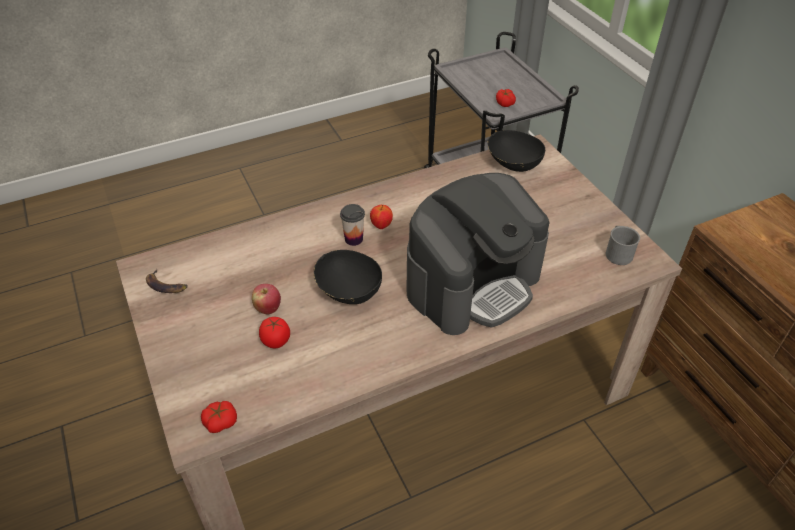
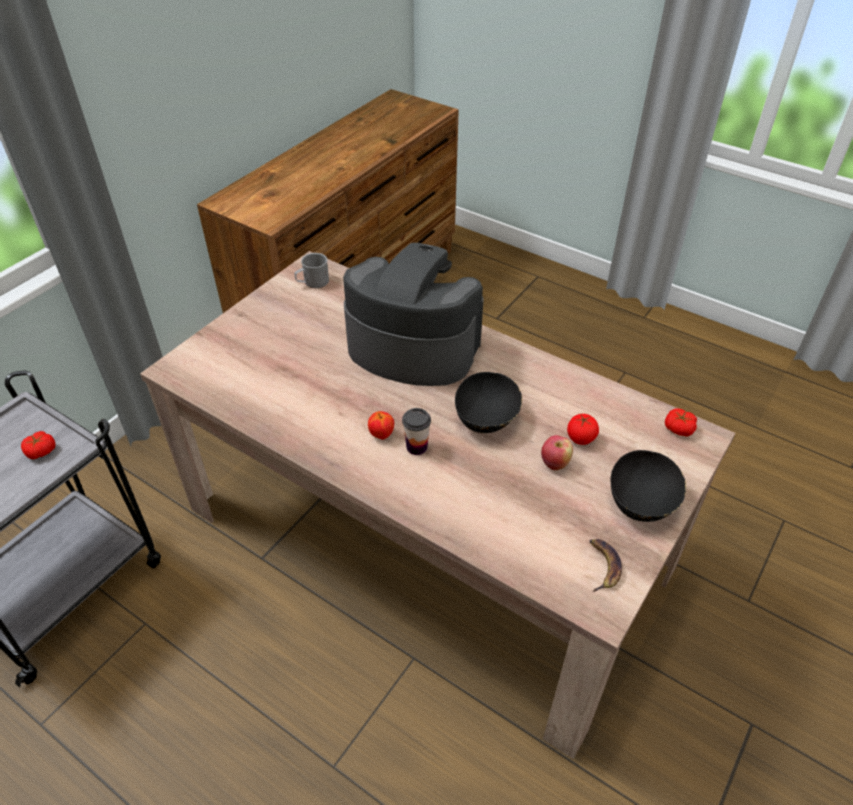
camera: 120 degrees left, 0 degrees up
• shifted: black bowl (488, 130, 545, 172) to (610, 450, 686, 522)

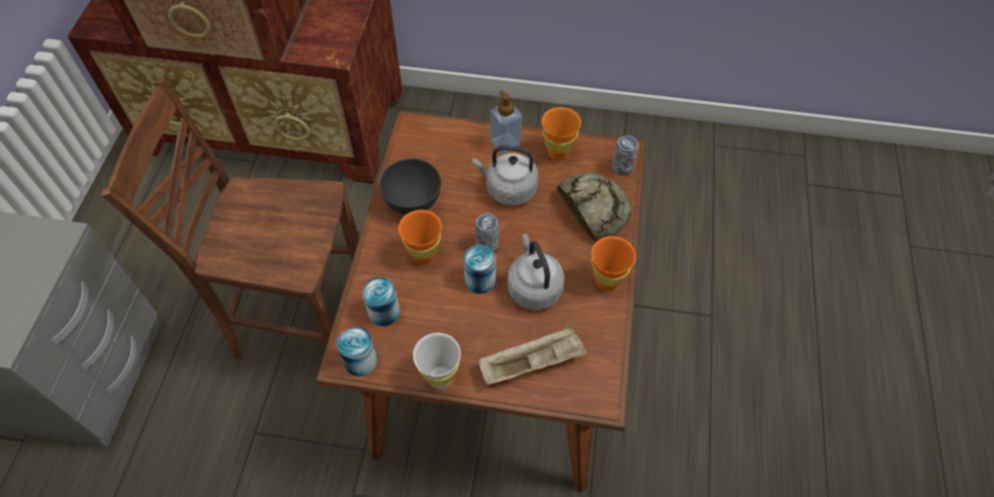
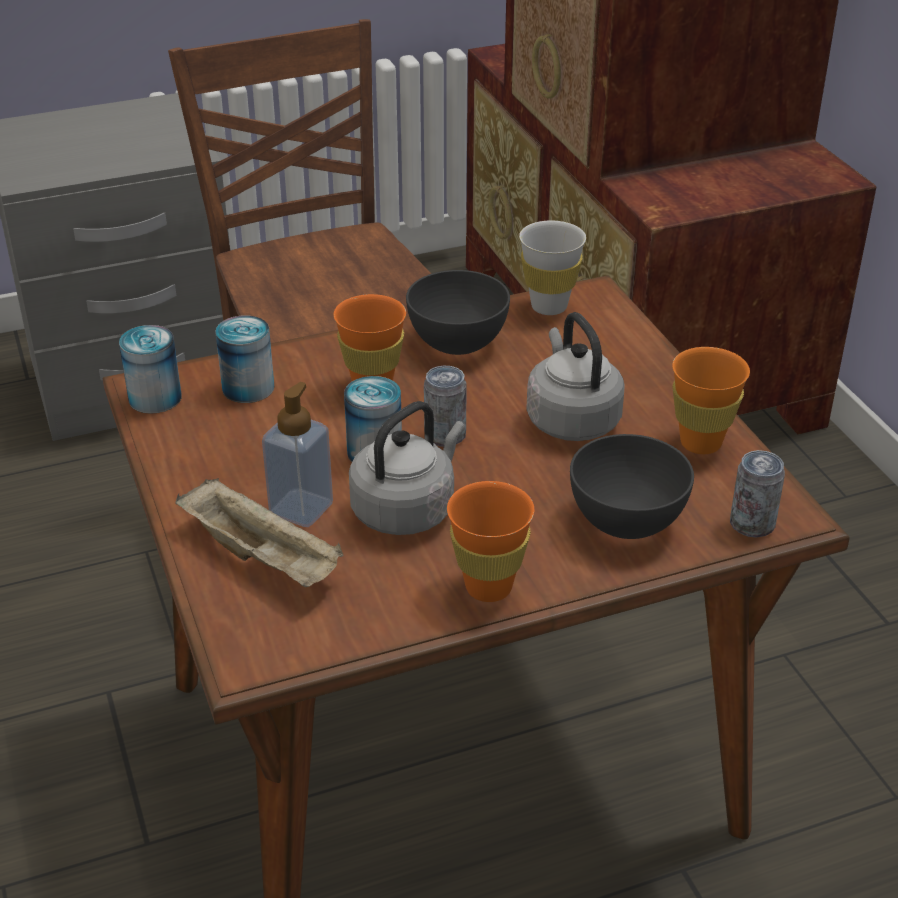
camera: 60 degrees right, 20 degrees down
• shifted: soap dispenser (490, 90, 522, 155) to (262, 382, 333, 527)
• swapped: bread (557, 173, 631, 242) to grey bowl (570, 434, 694, 539)
• shifted: white cup (413, 333, 461, 389) to (519, 221, 586, 315)

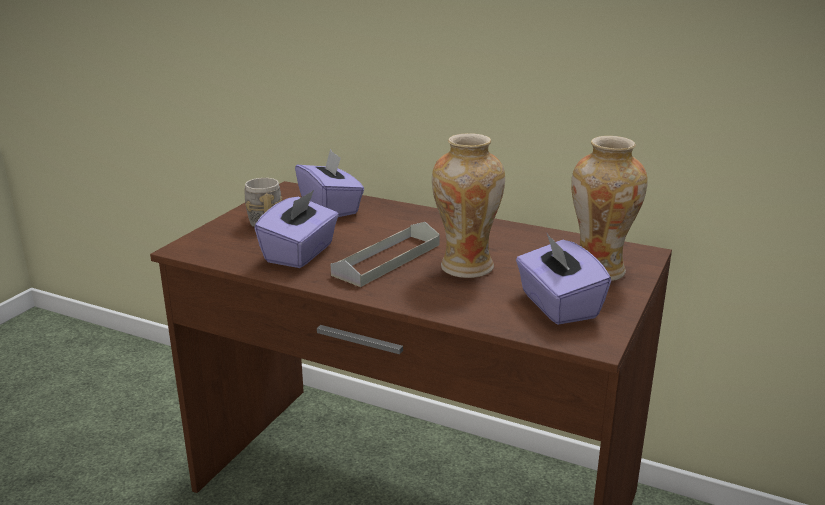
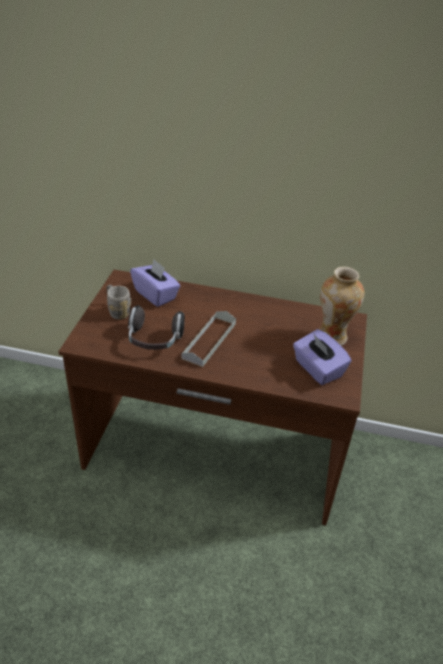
camera: 15 degrees left, 15 degrees up
• gone: vase (432, 133, 505, 278)
• swapped: purple tissue box (254, 190, 339, 268) to headphones (128, 306, 185, 350)

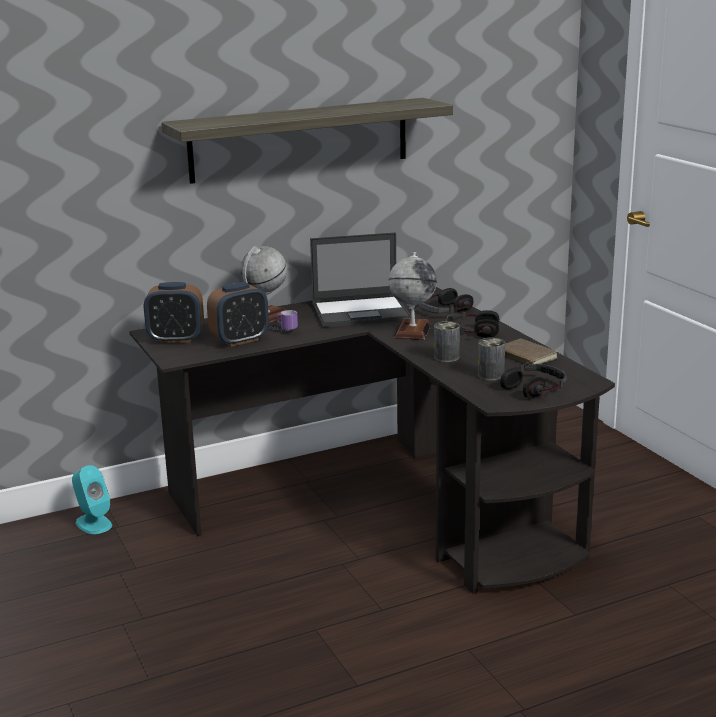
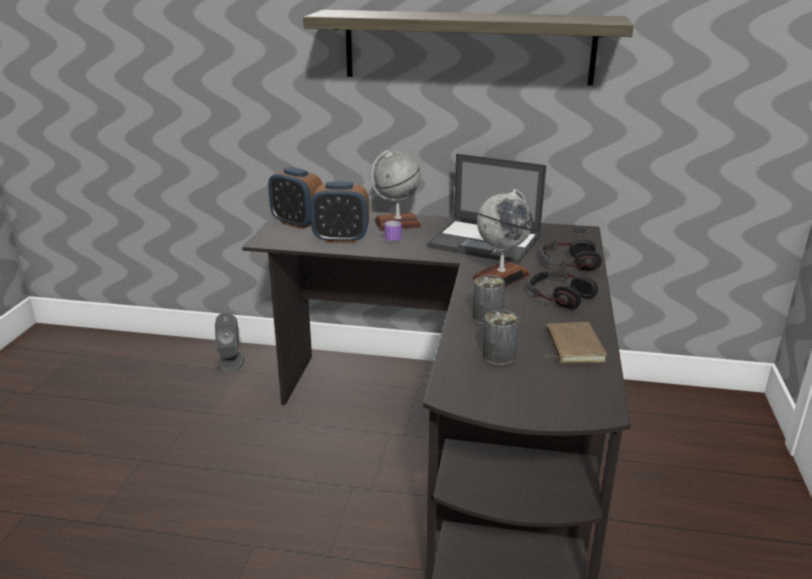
camera: 35 degrees right, 5 degrees up
• gone: headphones (500, 364, 567, 399)
• repainted: turquoise speaker (72, 465, 112, 534) to grey speaker (215, 312, 244, 372)

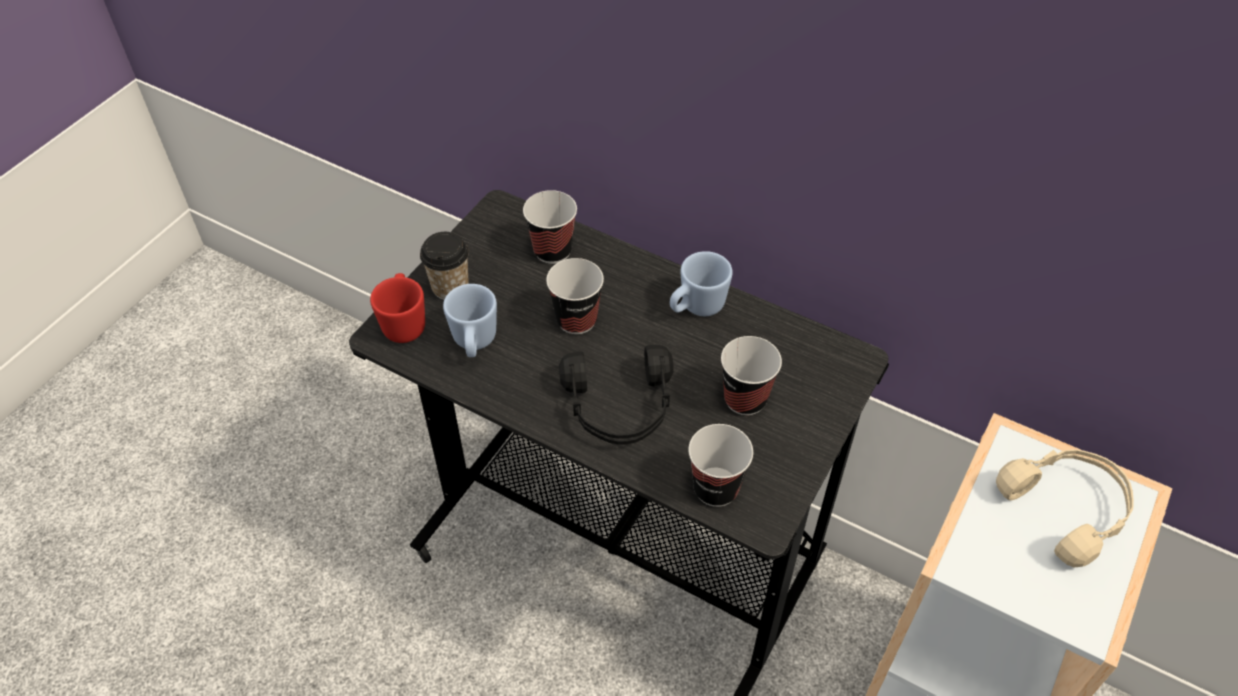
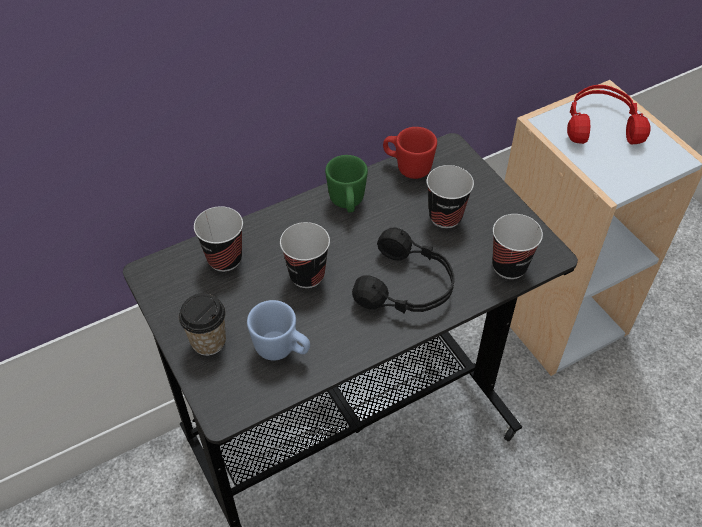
camera: 60 degrees left, 0 degrees up
• repainted: blue mug (670, 251, 732, 316) to green mug (325, 155, 368, 213)
• shifted: red mug (370, 273, 425, 343) to (383, 127, 437, 179)
• repainted: beige headphones (996, 449, 1134, 568) to red headphones (567, 85, 651, 145)

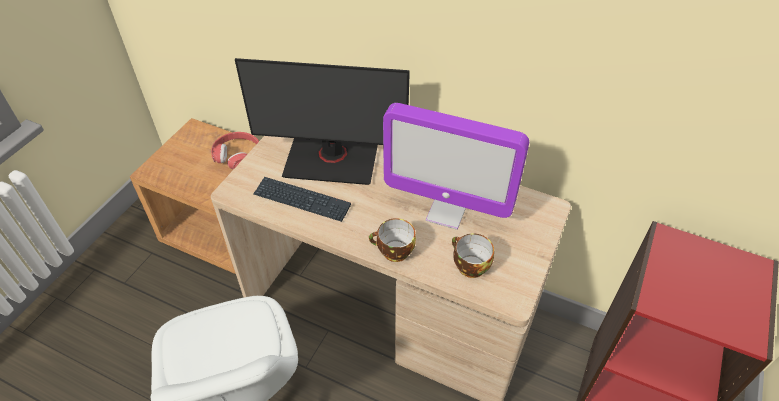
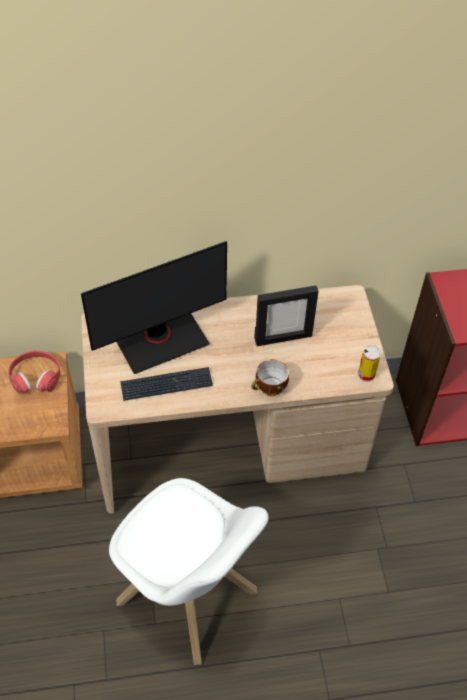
camera: 35 degrees left, 5 degrees up
• swapped: monitor (383, 103, 529, 230) to picture frame (254, 285, 319, 346)
• gone: cup (452, 233, 494, 278)
• new: can (358, 345, 381, 382)

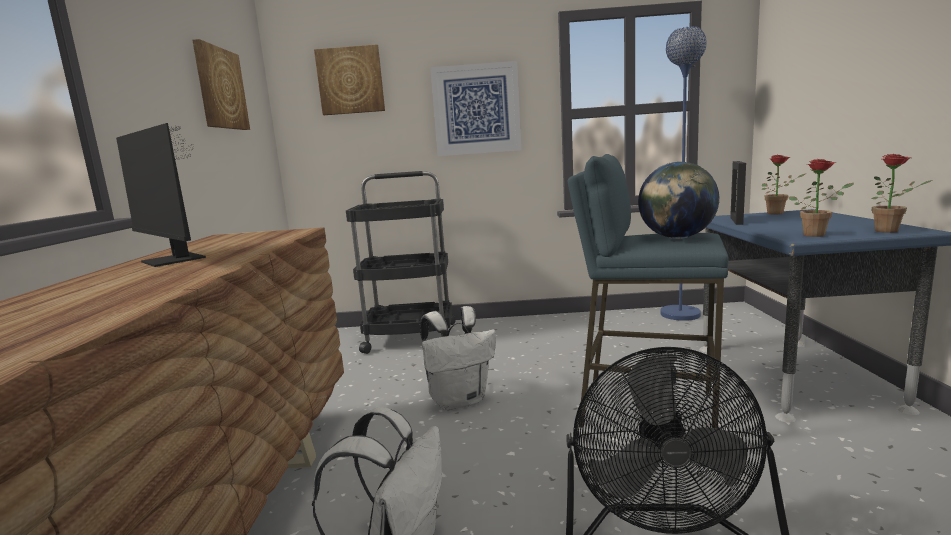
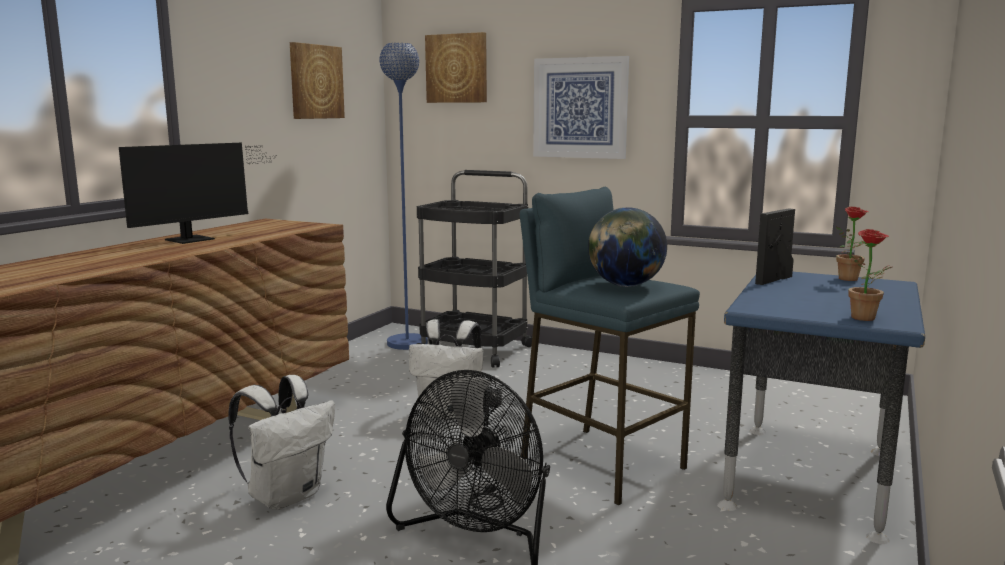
camera: 25 degrees right, 0 degrees up
• shifted: blue floor lamp (660, 26, 707, 321) to (379, 43, 428, 350)
• rotated: monitor (116, 123, 206, 267) = (119, 143, 275, 244) 120 degrees counterclockwise
• gone: potted plant (789, 159, 854, 237)

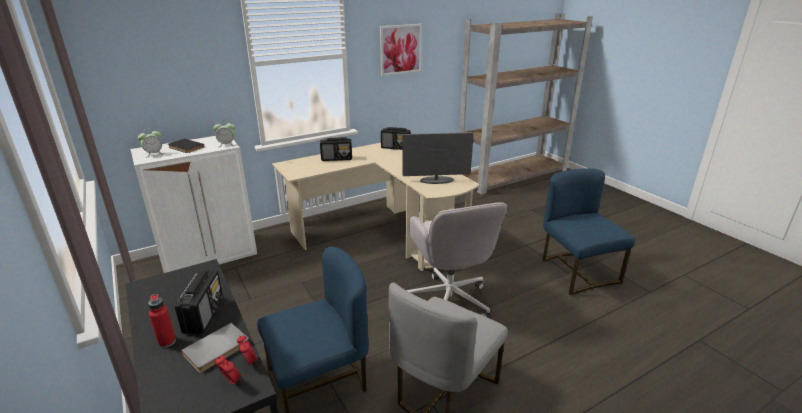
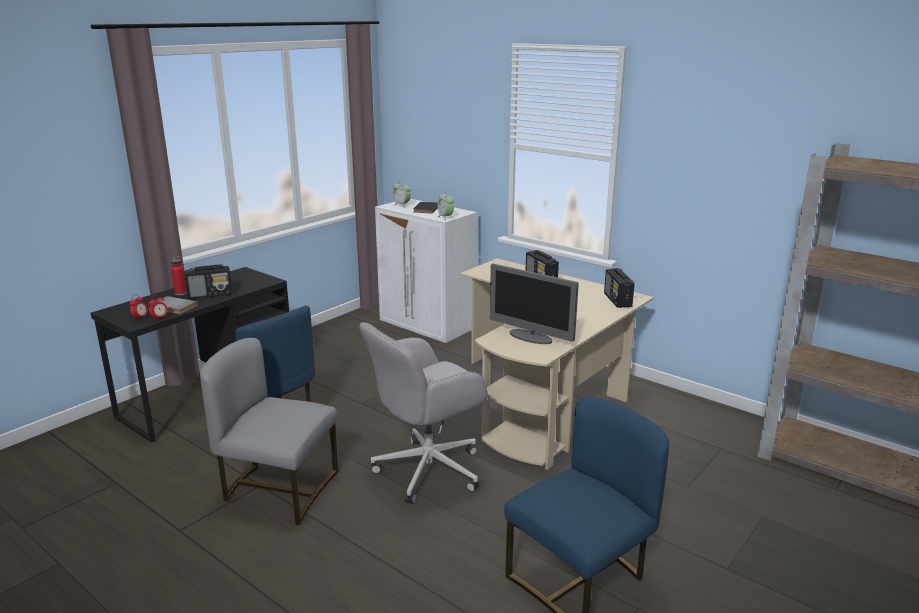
camera: 70 degrees right, 5 degrees down
• gone: picture (380, 24, 422, 76)
• rotated: monitor (403, 132, 474, 184) = (490, 264, 579, 344) 150 degrees clockwise

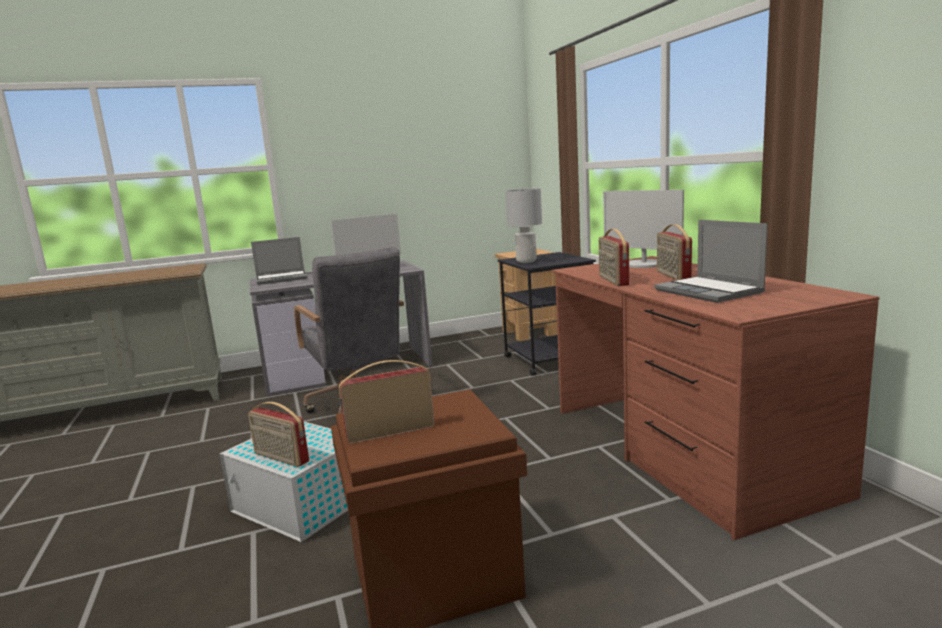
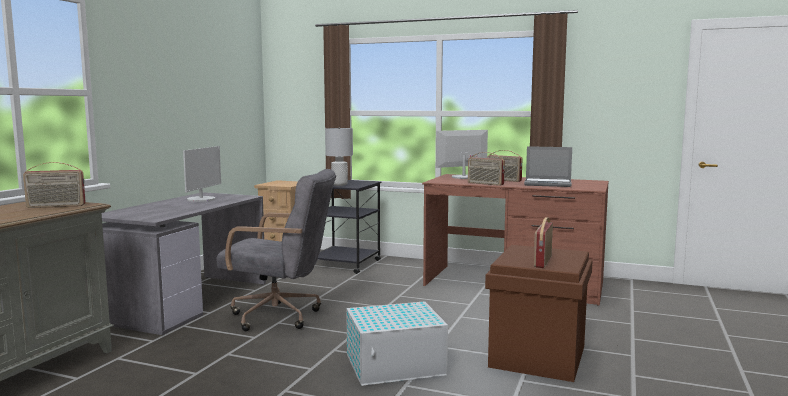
camera: 50 degrees left, 5 degrees down
• rotated: monitor (603, 190, 684, 268) = (436, 130, 488, 179) 150 degrees clockwise
• gone: laptop (251, 237, 307, 285)
• shifted: radio (248, 402, 309, 467) to (23, 162, 86, 208)

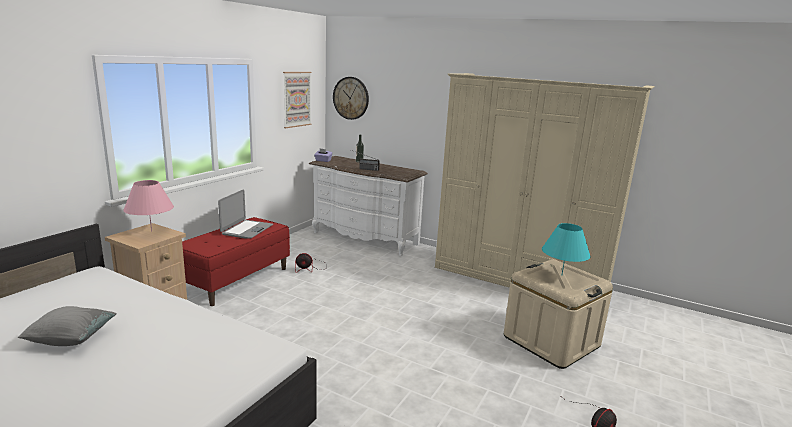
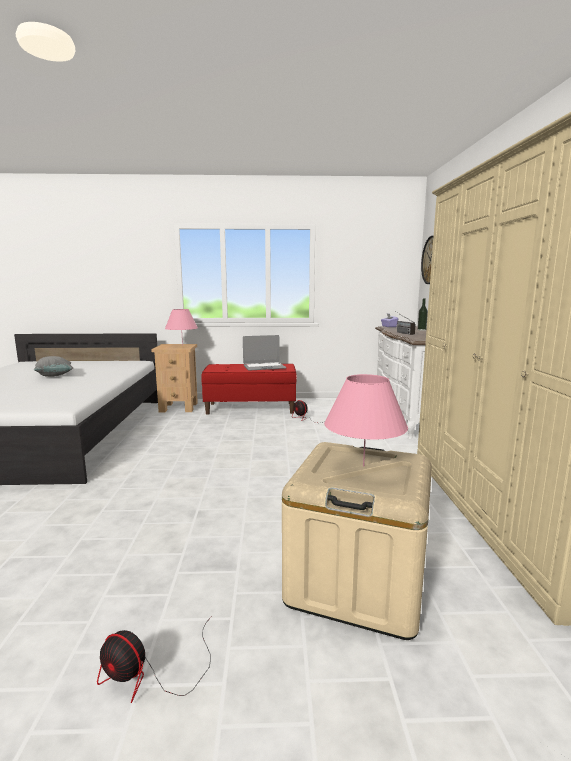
camera: 60 degrees right, 5 degrees down
• gone: picture (283, 72, 311, 128)
• repainted: turquoise table lamp (542, 223, 591, 276) to pink table lamp (324, 374, 408, 467)

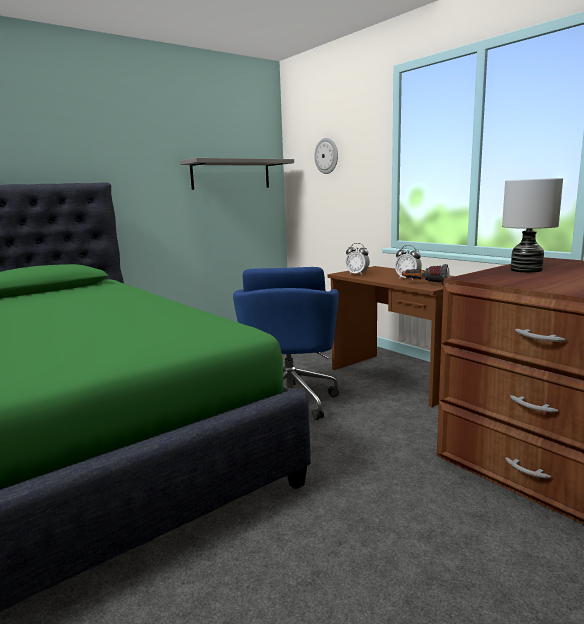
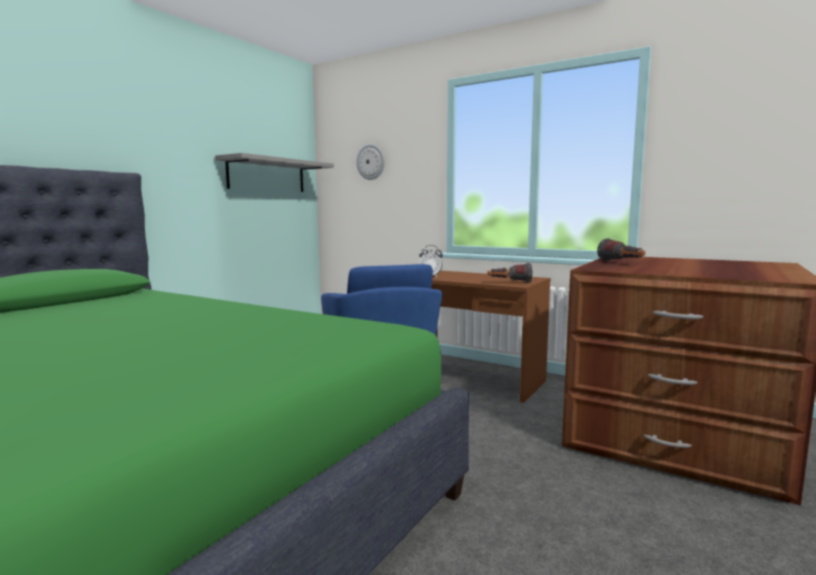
camera: 20 degrees left, 5 degrees down
• swapped: grey table lamp (502, 178, 563, 272) to flashlight (597, 238, 645, 261)
• gone: alarm clock (395, 245, 422, 280)

